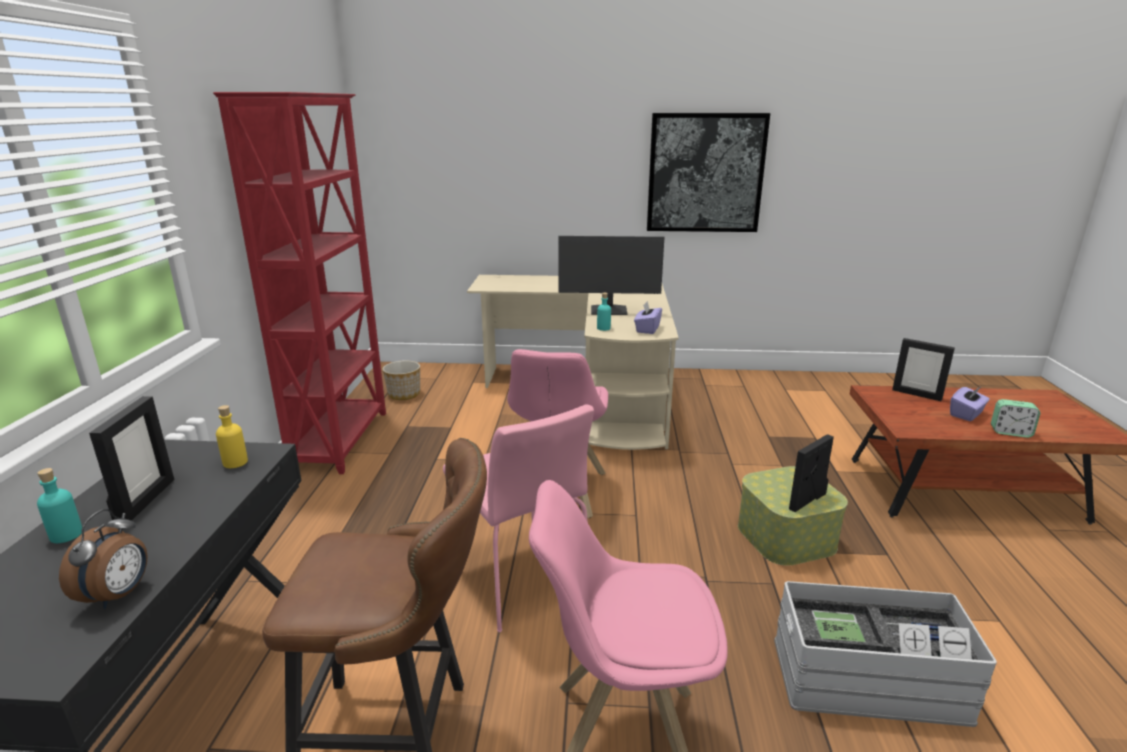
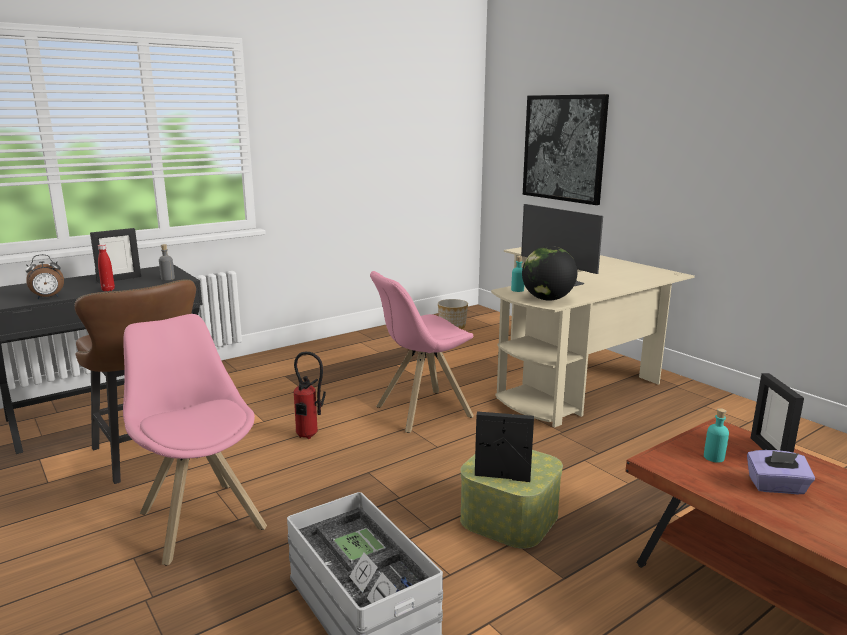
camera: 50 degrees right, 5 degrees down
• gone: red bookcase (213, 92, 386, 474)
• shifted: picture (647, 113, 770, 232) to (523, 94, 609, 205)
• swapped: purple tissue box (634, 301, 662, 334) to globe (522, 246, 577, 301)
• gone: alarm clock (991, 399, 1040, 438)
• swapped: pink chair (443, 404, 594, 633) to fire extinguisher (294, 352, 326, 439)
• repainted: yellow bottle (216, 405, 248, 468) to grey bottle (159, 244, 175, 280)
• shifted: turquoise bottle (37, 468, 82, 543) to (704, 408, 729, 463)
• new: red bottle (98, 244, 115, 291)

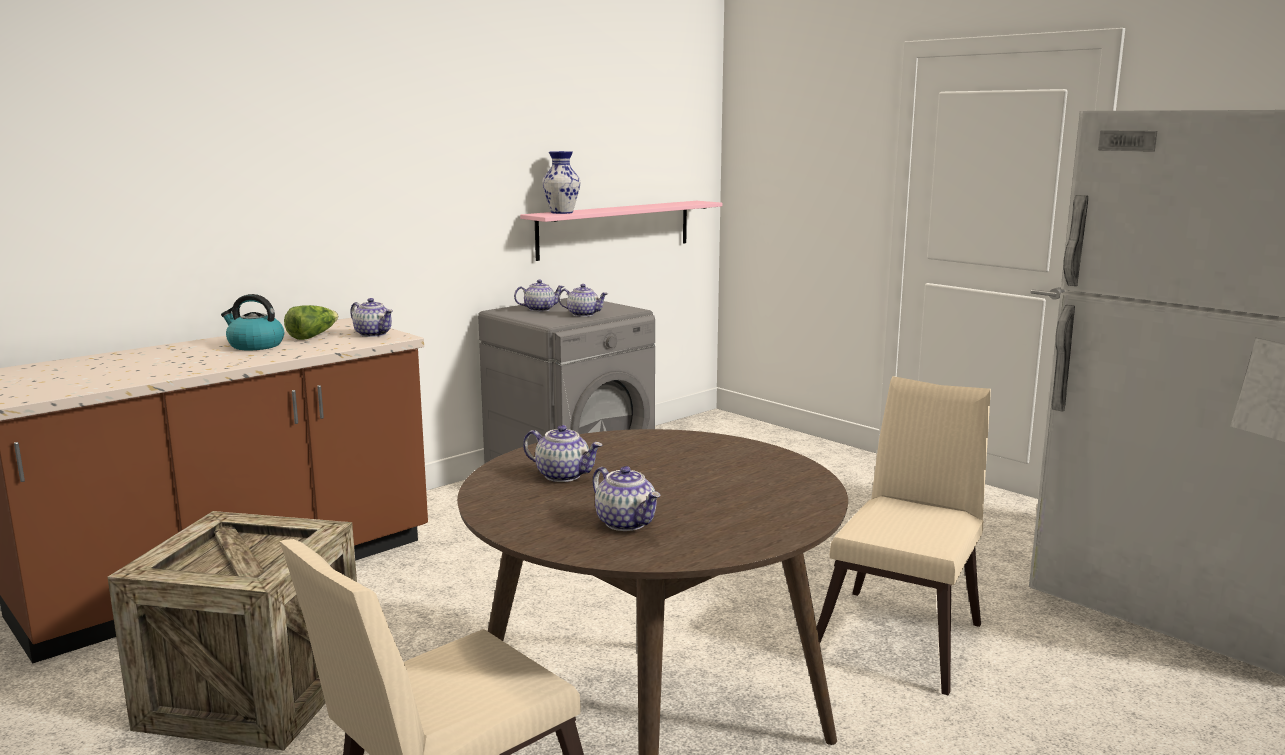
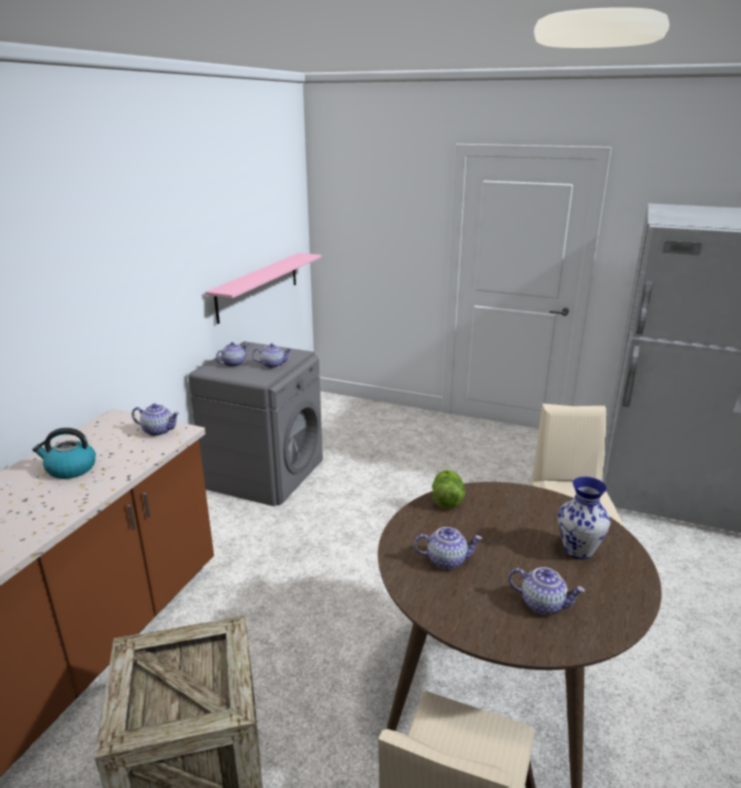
camera: 25 degrees left, 10 degrees up
• shifted: vase (542, 151, 580, 214) to (558, 477, 610, 559)
• shifted: lettuce (284, 305, 339, 340) to (432, 469, 465, 509)

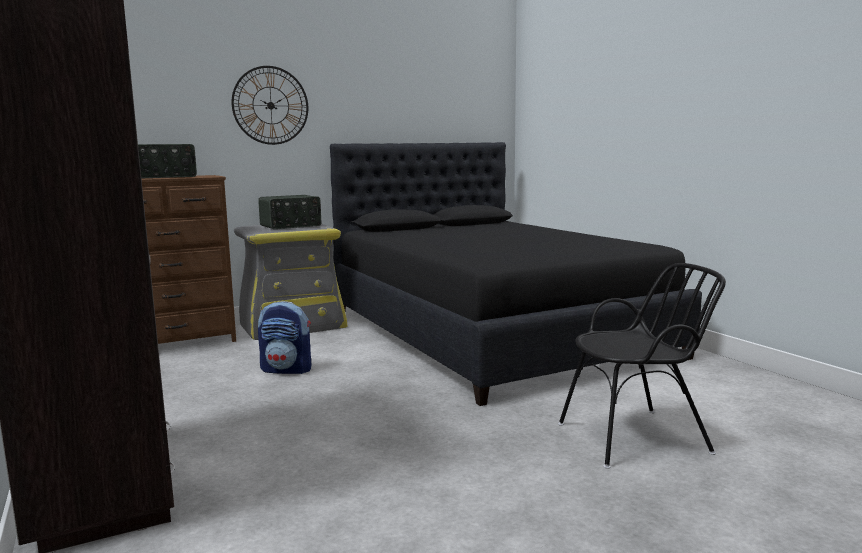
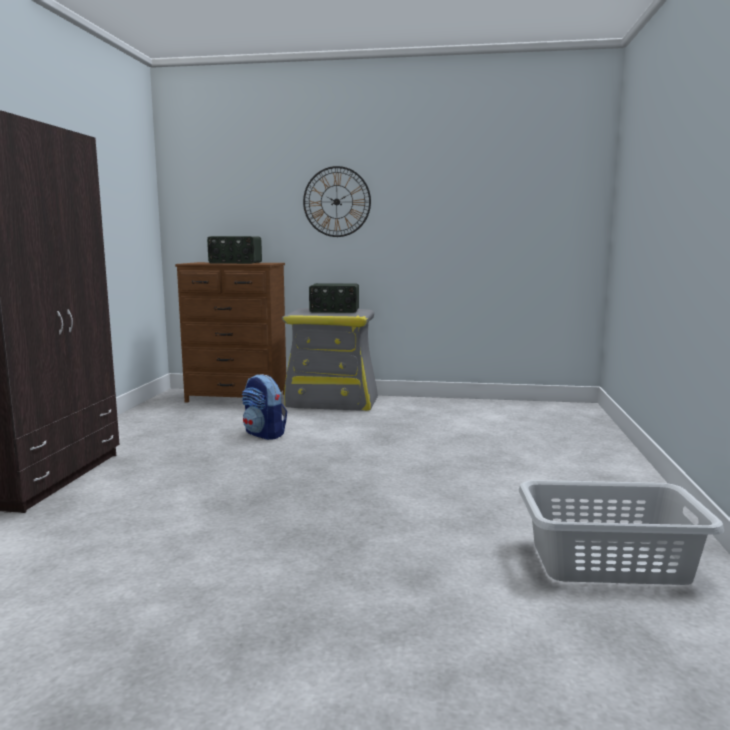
camera: 35 degrees right, 0 degrees up
• gone: black bed (330, 142, 702, 406)
• gone: black chair (558, 263, 726, 469)
• new: grey laundry basket (519, 480, 724, 585)

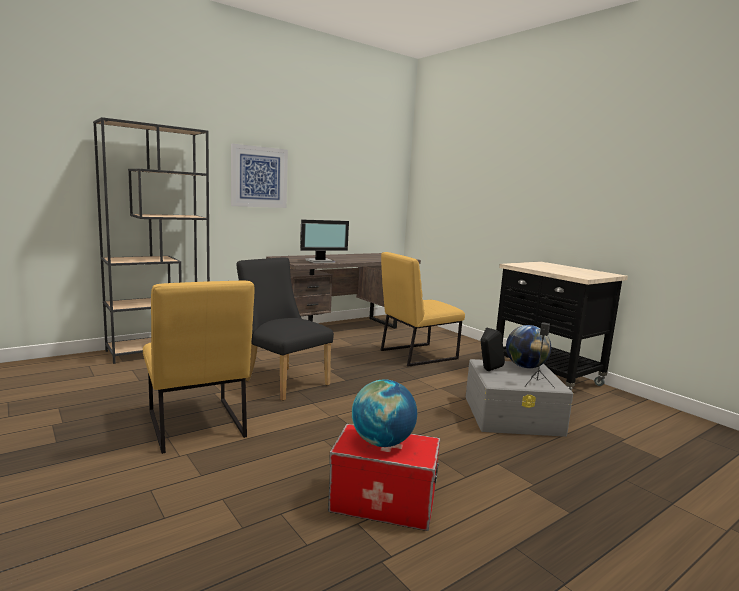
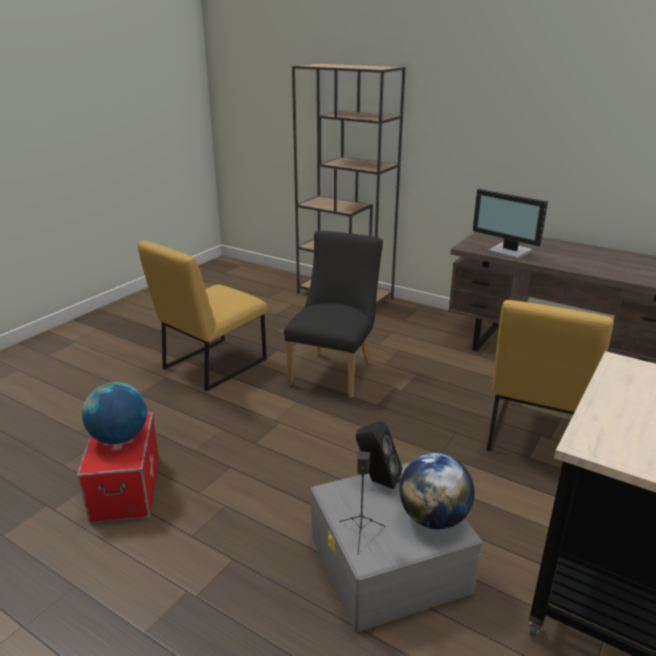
camera: 70 degrees right, 15 degrees up
• gone: picture (231, 144, 288, 208)
• rotated: yellow chair (380, 252, 465, 367) = (487, 300, 614, 451) 105 degrees counterclockwise

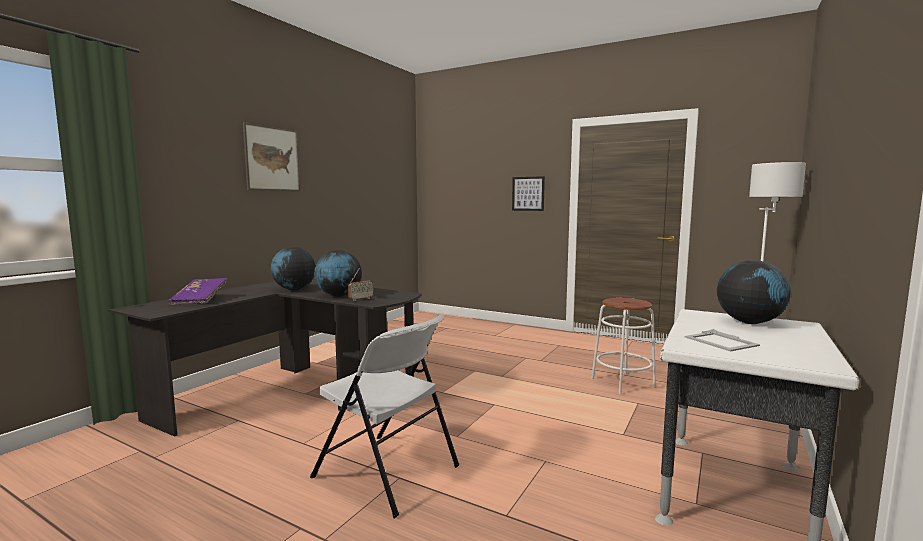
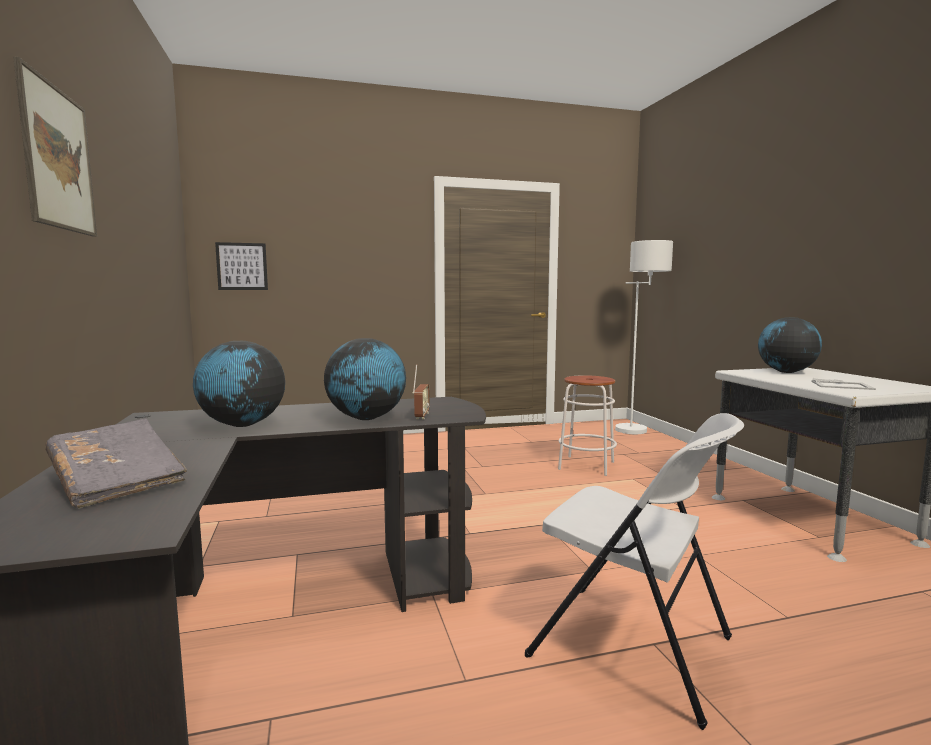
camera: 45 degrees left, 0 degrees up
• shifted: picture (512, 176, 545, 211) to (215, 242, 268, 290)
• repainted: purple book (169, 278, 227, 305) to grey book (45, 418, 187, 509)
• rotated: white chair (310, 314, 459, 519) = (525, 413, 744, 730) 45 degrees clockwise

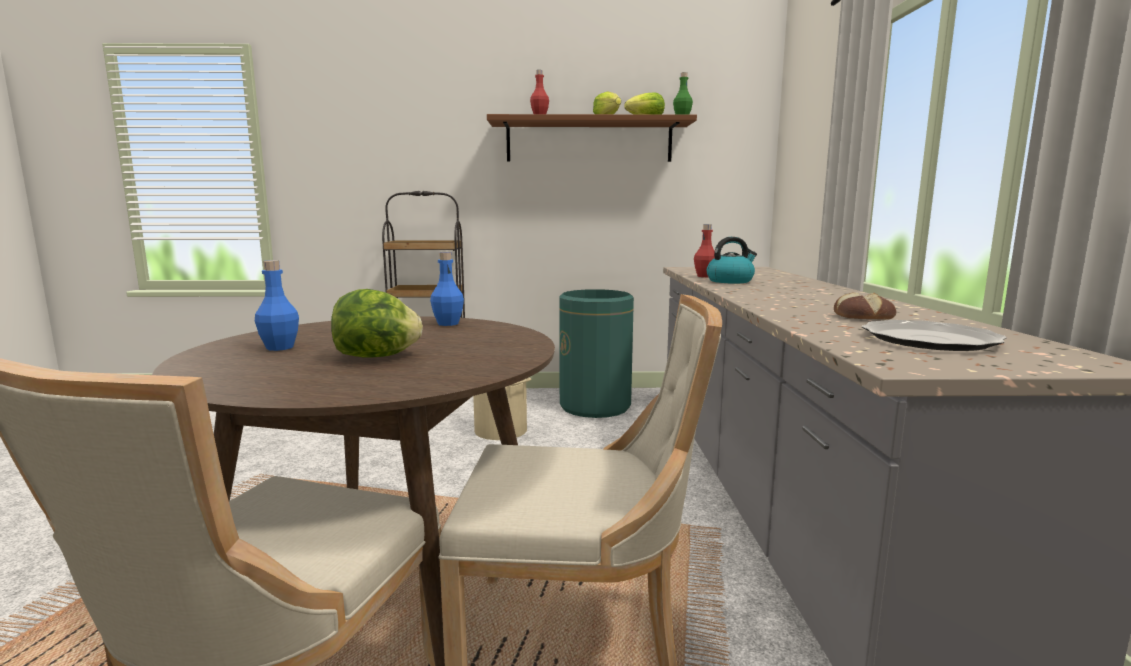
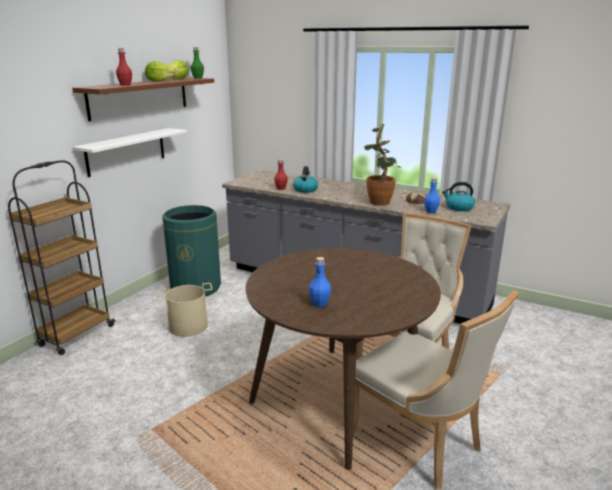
camera: 60 degrees left, 10 degrees up
• shifted: blue bottle (430, 252, 464, 326) to (424, 178, 440, 213)
• gone: lettuce (331, 289, 423, 357)
• swapped: plate (862, 320, 1007, 351) to kettle (442, 182, 475, 211)
• new: potted plant (365, 123, 401, 206)
• new: white shelf (72, 128, 187, 177)

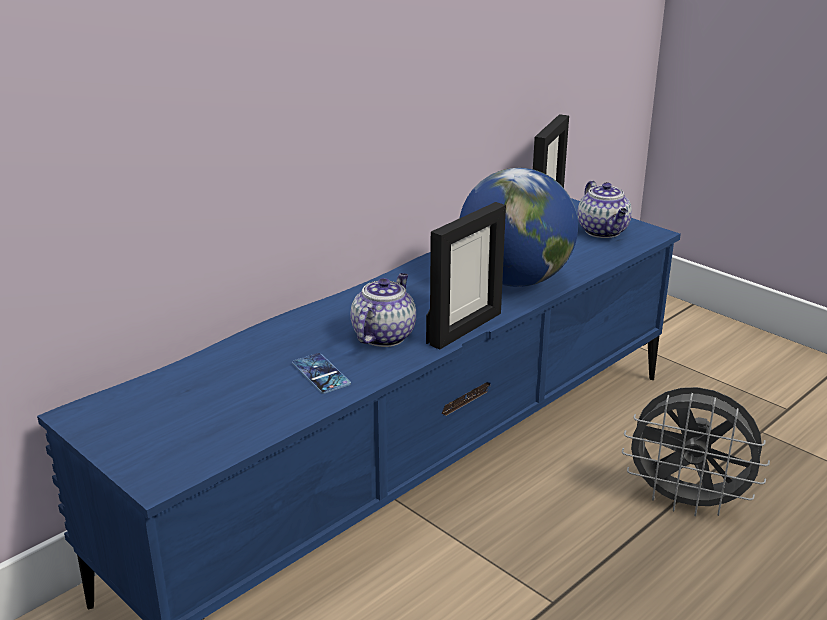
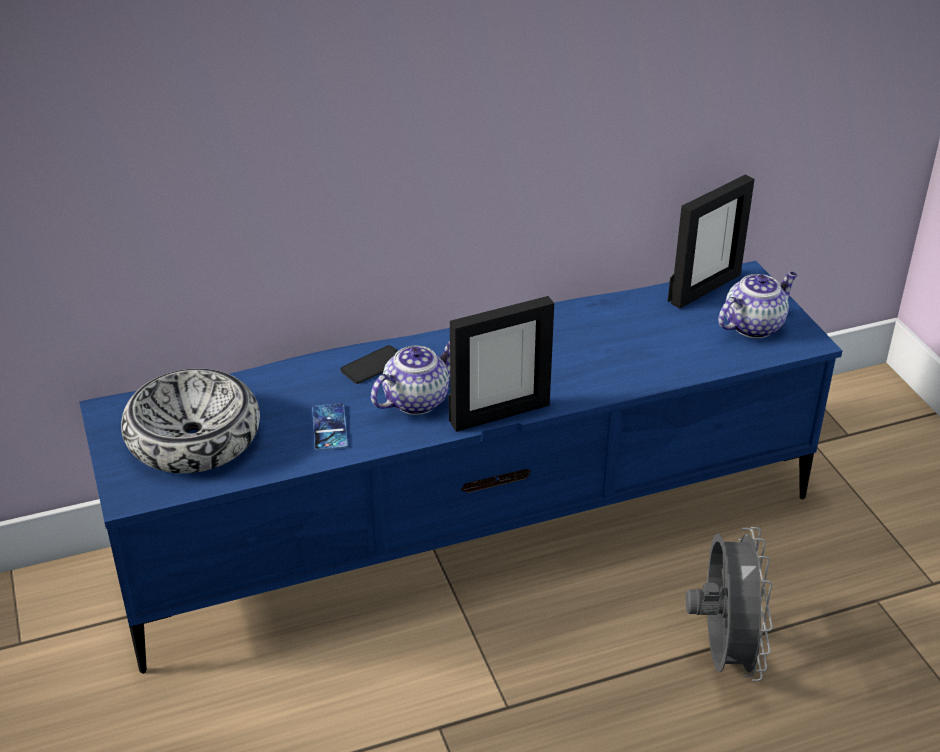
camera: 25 degrees right, 10 degrees up
• gone: globe (460, 168, 578, 287)
• rotated: teapot (577, 181, 632, 238) = (718, 272, 798, 338) 135 degrees counterclockwise
• rotated: grey fan (622, 387, 770, 516) = (686, 527, 773, 681) 135 degrees counterclockwise
• new: phone (340, 345, 398, 384)
• new: bowl (121, 368, 260, 473)

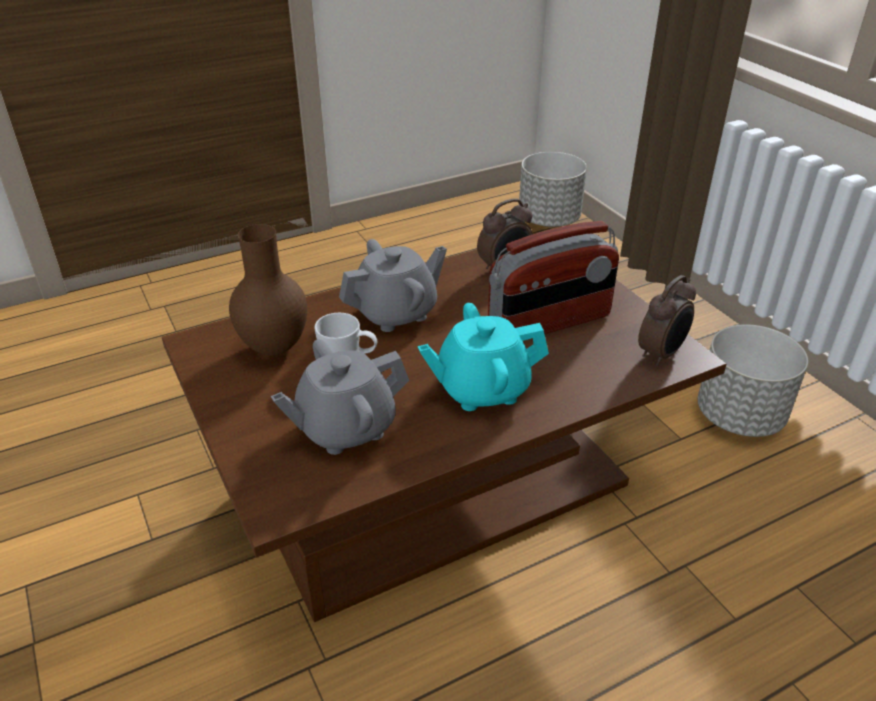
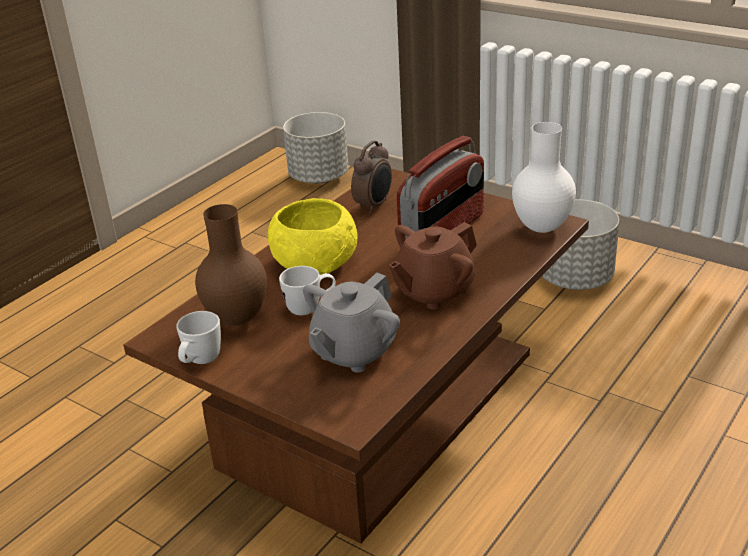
camera: 25 degrees left, 5 degrees down
• swapped: grey teapot (339, 239, 447, 332) to yellow bowl (268, 198, 358, 275)
• swapped: alarm clock (638, 275, 696, 366) to white vase (512, 122, 576, 233)
• repainted: turquoise teapot (418, 303, 549, 411) to brown teapot (389, 222, 477, 310)
• new: white mug (176, 311, 221, 364)

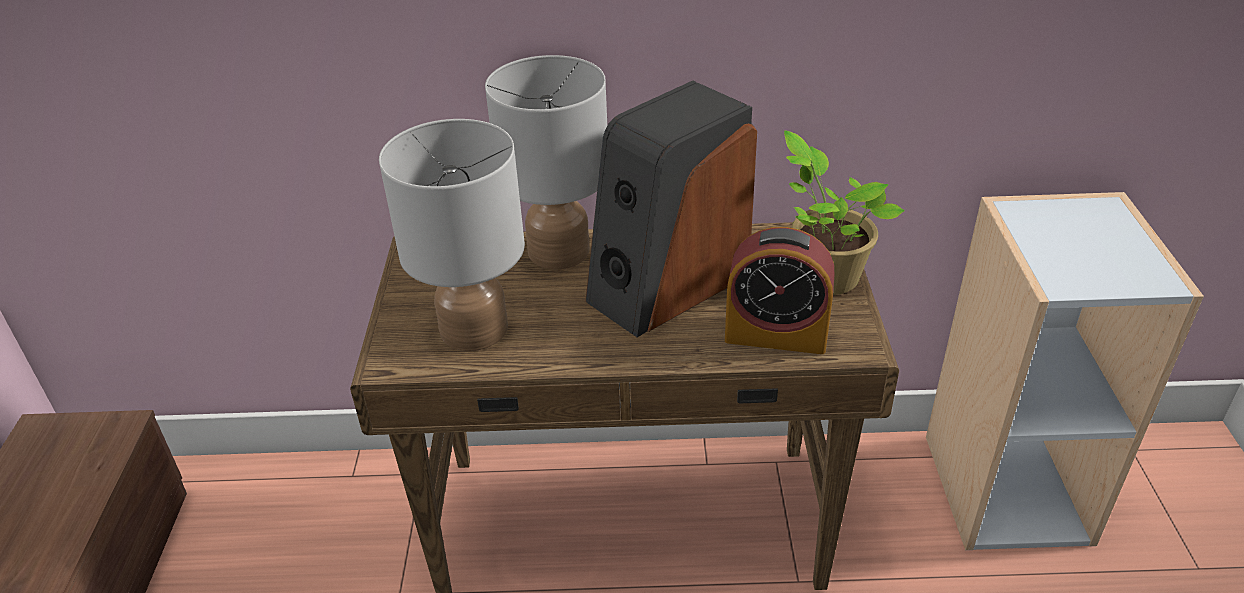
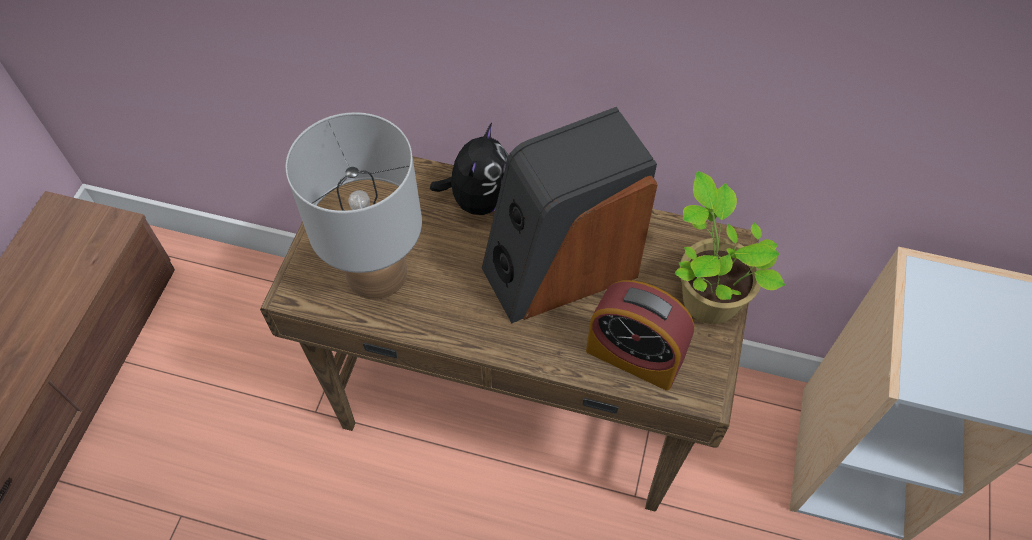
camera: 15 degrees right, 20 degrees up
• swapped: grey table lamp (485, 55, 607, 269) to plush toy (430, 123, 509, 215)

